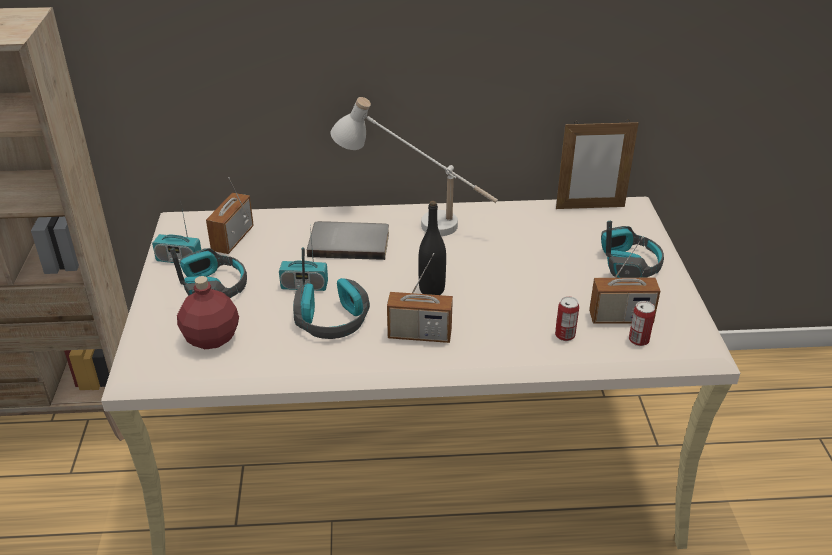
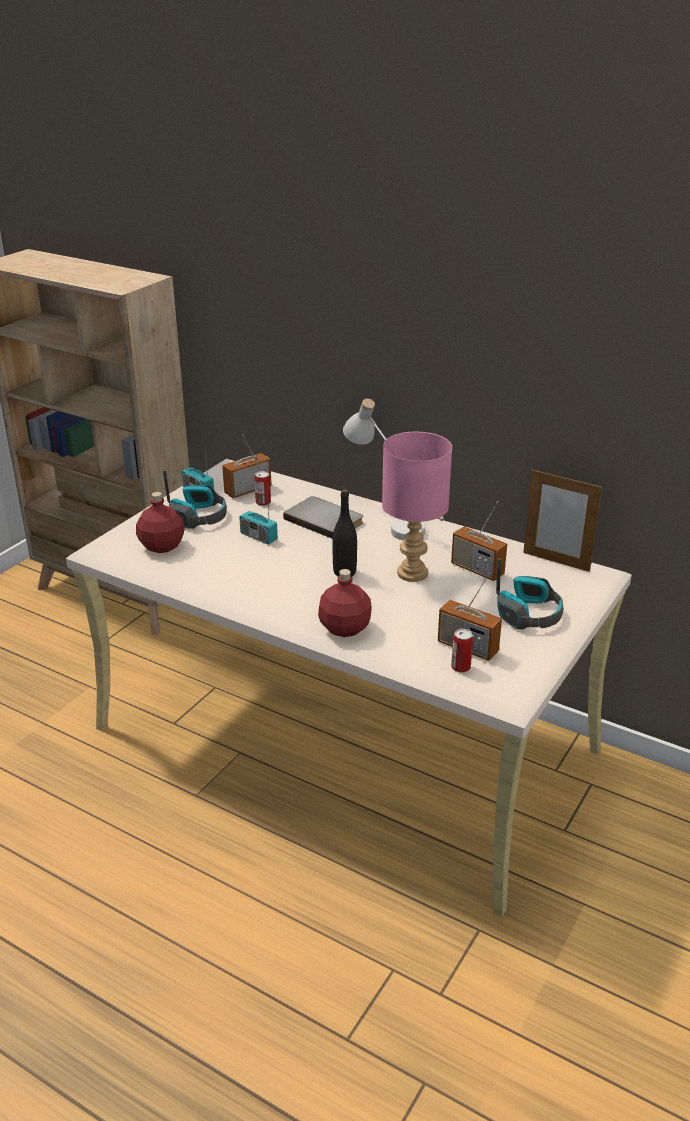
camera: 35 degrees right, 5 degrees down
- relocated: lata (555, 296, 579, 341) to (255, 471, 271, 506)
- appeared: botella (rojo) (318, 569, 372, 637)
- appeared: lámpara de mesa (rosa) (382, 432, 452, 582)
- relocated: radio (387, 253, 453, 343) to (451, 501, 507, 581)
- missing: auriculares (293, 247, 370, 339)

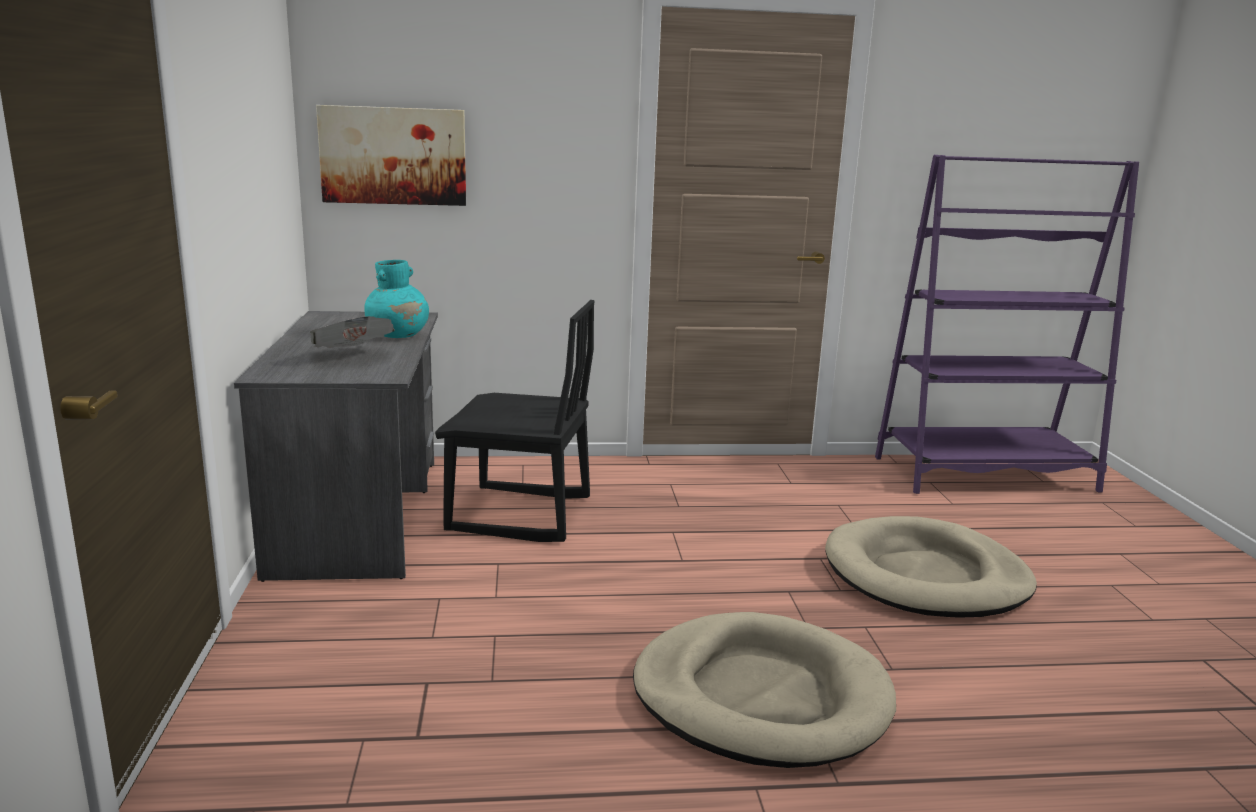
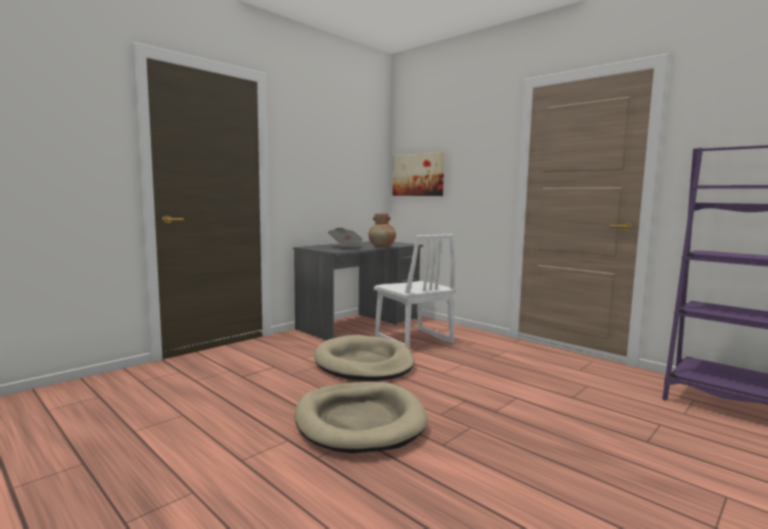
camera: 50 degrees right, 10 degrees down
- relocated: cama para perro (beis) (825, 516, 1037, 618) to (314, 335, 415, 381)
- colour: florero (turquesa) (364, 260, 429, 338) to florero (marrón) (368, 213, 396, 247)
- colour: silla (negro) (435, 300, 595, 542) to silla (blanco) (374, 234, 456, 349)

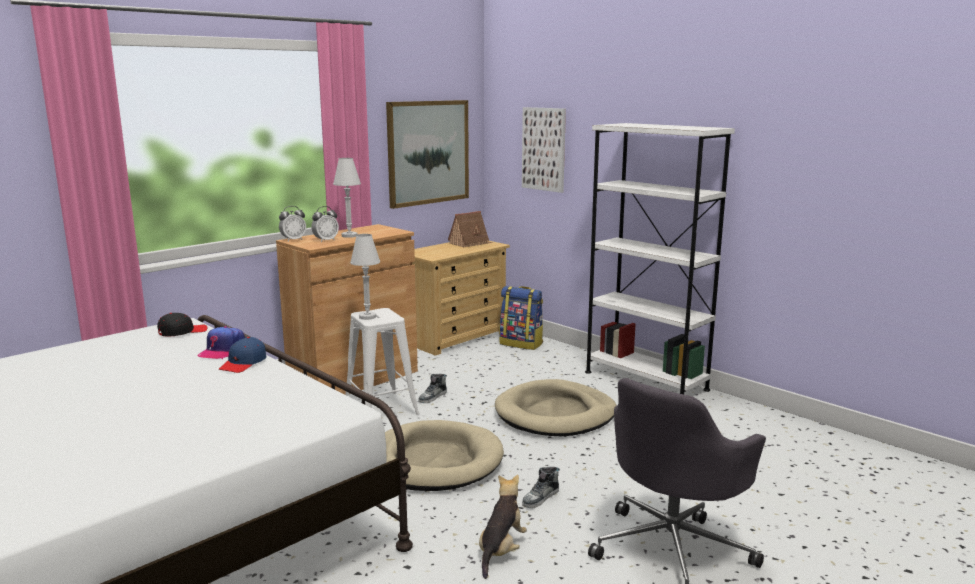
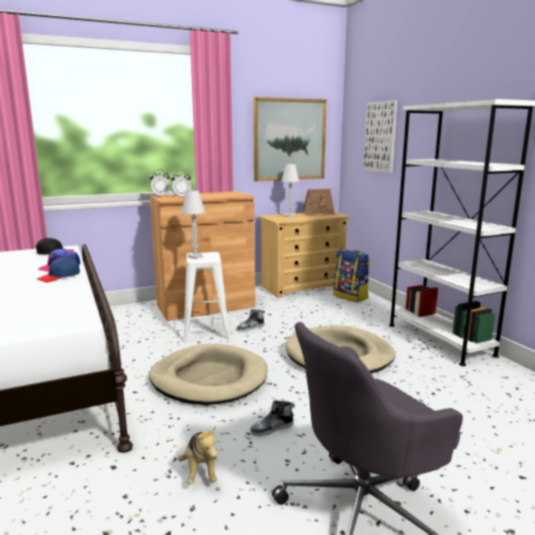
camera: 20 degrees right, 0 degrees up
- spun: peluche (479, 475, 527, 579) = (178, 427, 217, 485) 120 degrees clockwise
- relocated: lámpara de mesa (blanco) (333, 158, 361, 238) to (281, 164, 299, 217)

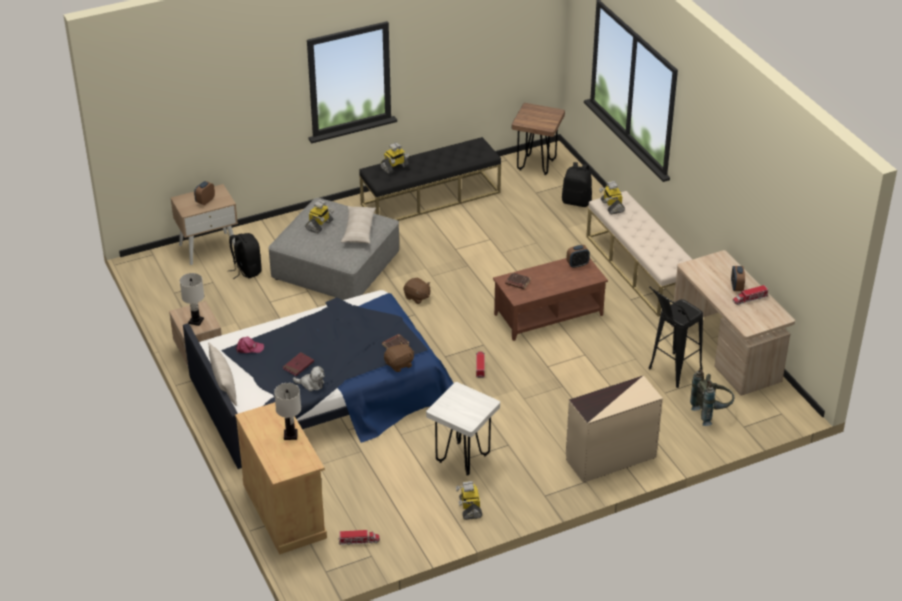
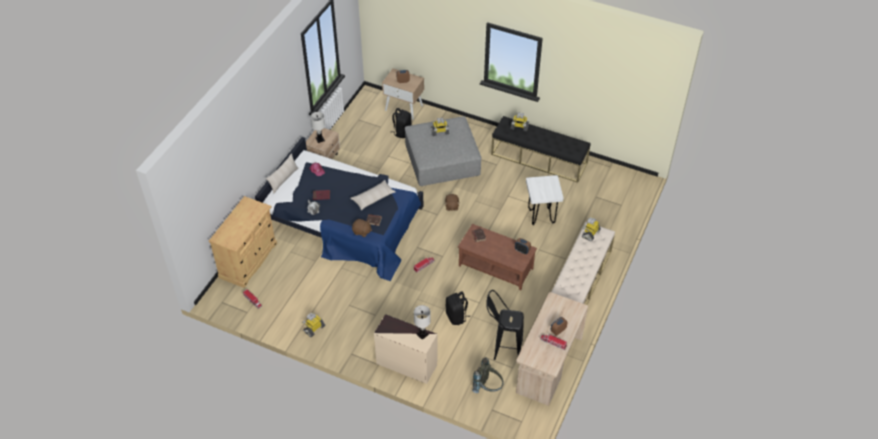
camera: 50 degrees right, 10 degrees up
- relocated: cojín (beis) (341, 206, 376, 244) to (350, 180, 396, 210)
- relocated: lámpara de mesa (blanco) (274, 383, 301, 440) to (414, 305, 431, 340)
- relocated: mochila (negro) (562, 162, 592, 207) to (445, 291, 471, 325)
- relocated: taburete (blanco) (426, 382, 500, 476) to (526, 175, 564, 225)
- missing: taburete (marrón) (512, 103, 565, 175)

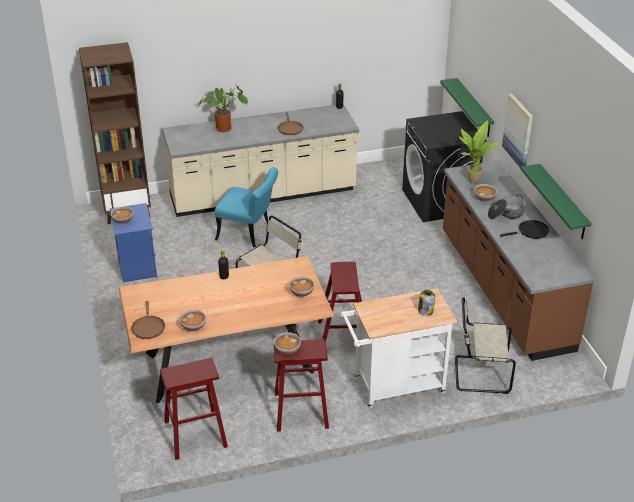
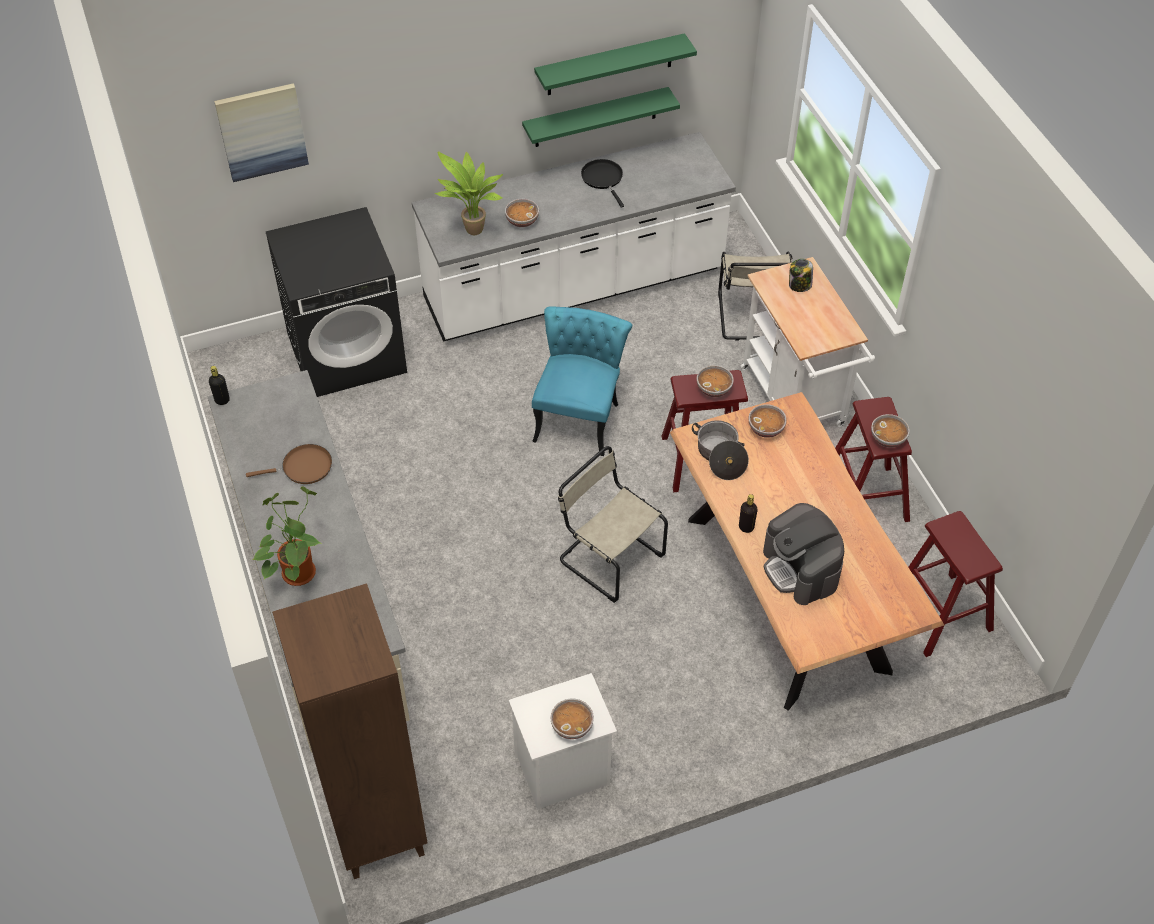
camera: 95 degrees left, 15 degrees up
- relocated: cuadro (502, 94, 533, 168) to (214, 83, 309, 182)
- colour: mueble bajo de cocina (marrón) (443, 161, 594, 361) to mueble bajo de cocina (blanco) (412, 132, 736, 342)
- colour: mesita de noche (azul) (110, 203, 157, 282) to mesita de noche (blanco) (509, 673, 617, 809)
- relocated: silla (turquesa) (215, 167, 278, 248) to (532, 306, 632, 456)
- relocated: estante (verde) (440, 78, 494, 137) to (534, 33, 697, 95)
- relocated: olla (488, 194, 525, 219) to (692, 420, 749, 480)
- relocated: cuenco (180, 310, 206, 331) to (697, 365, 734, 397)
- appeared: cafetera (763, 503, 844, 605)
- missing: sartén (marrón) (131, 301, 165, 339)

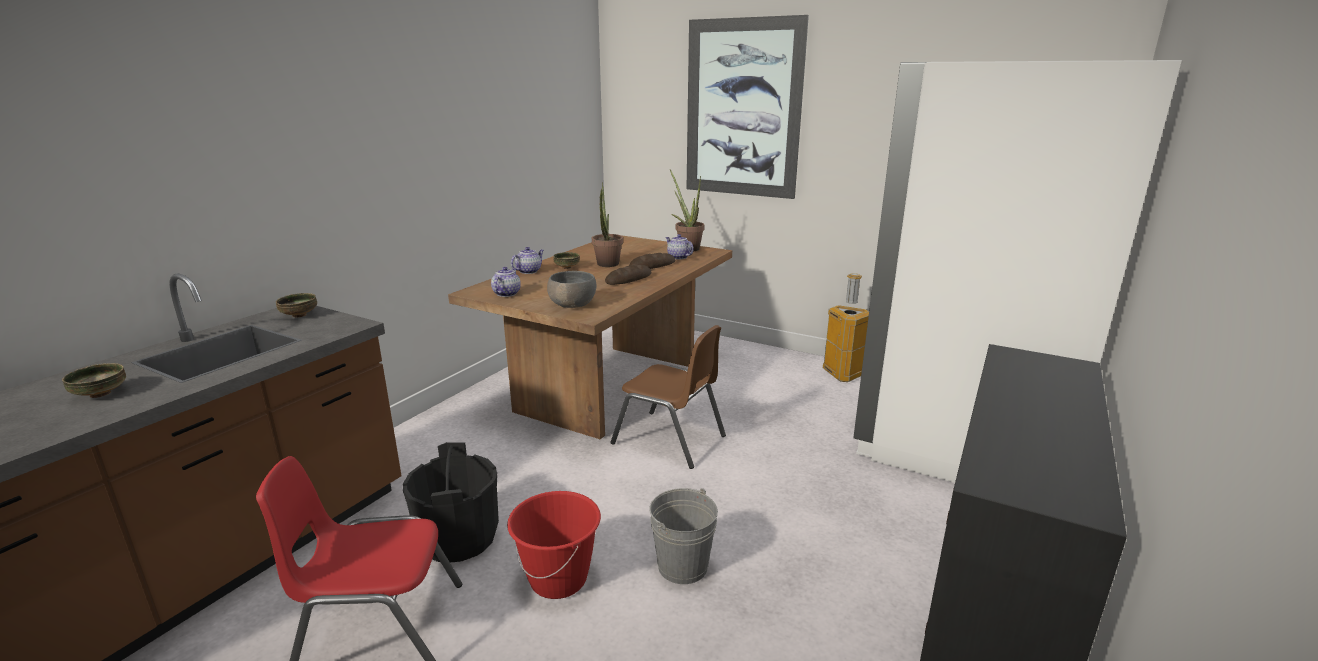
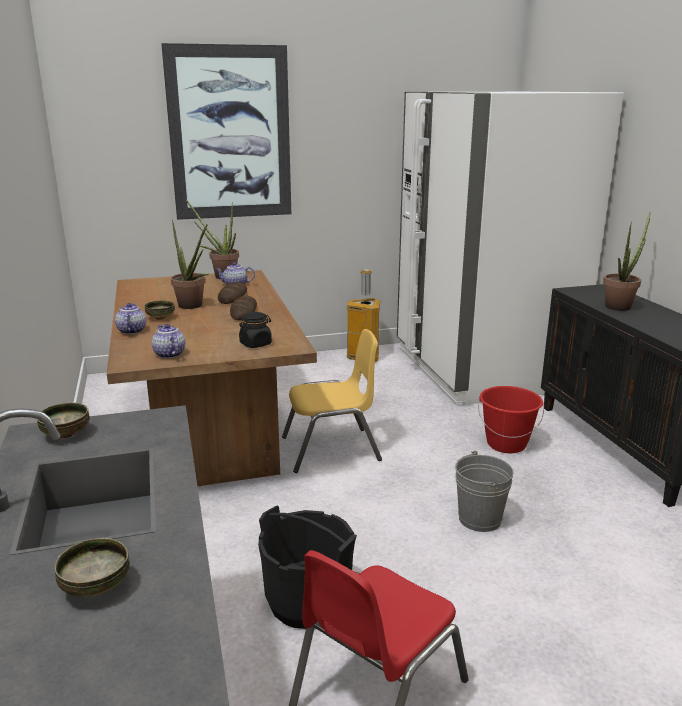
camera: 45 degrees left, 0 degrees up
- exchanged: cuenco (gris) (547, 271, 596, 308) to tarro (negro) (239, 312, 272, 348)
- colour: silla (marrón) (610, 325, 726, 469) to silla (amarillo) (282, 329, 382, 473)
- relocated: cubo (rojo) (507, 491, 601, 599) to (478, 386, 544, 453)
- appeared: planta en maceta (603, 212, 651, 311)

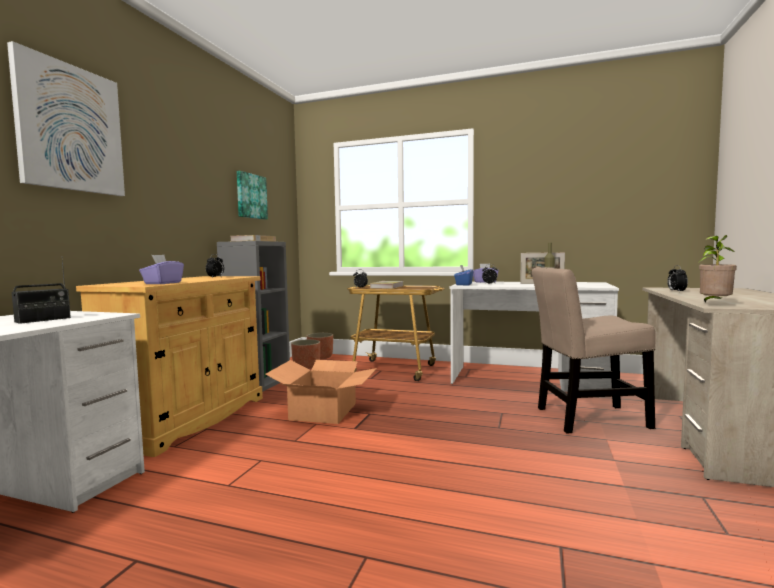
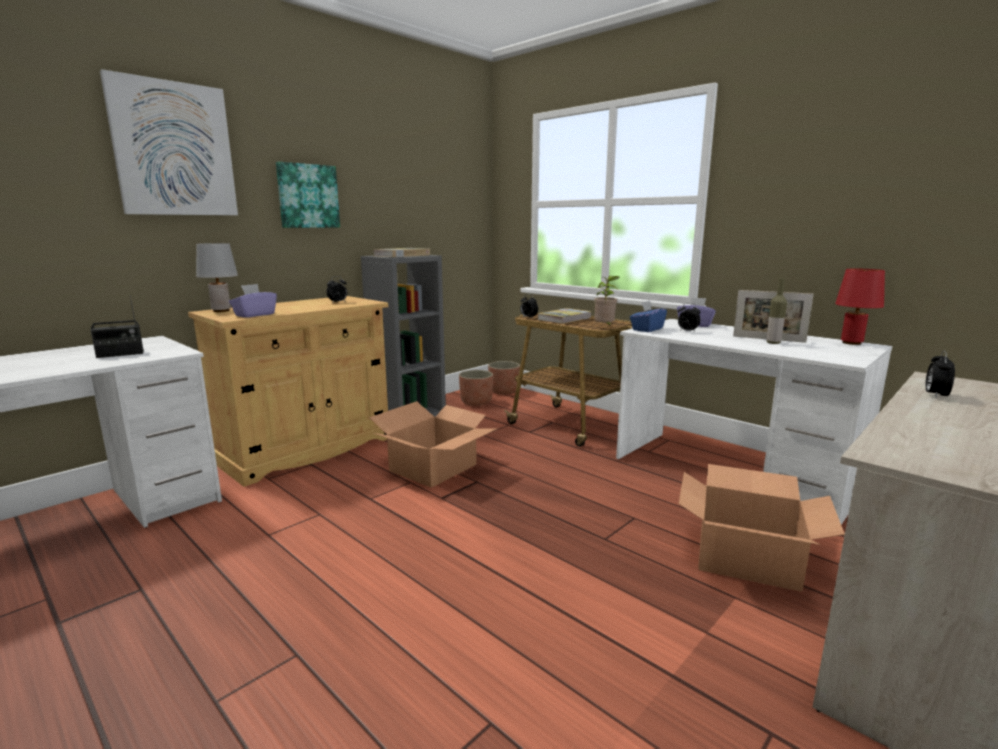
camera: 25 degrees right, 10 degrees up
- appeared: lámpara de mesa (gris) (196, 243, 238, 312)
- relocated: cuadro (237, 171, 268, 219) to (276, 162, 340, 228)
- relocated: planta en maceta (698, 235, 737, 302) to (594, 276, 619, 325)
- exchanged: silla (beis) (532, 267, 656, 434) to caja de cartón (679, 464, 845, 592)
- appeared: lámpara de mesa (rojo) (835, 269, 885, 345)

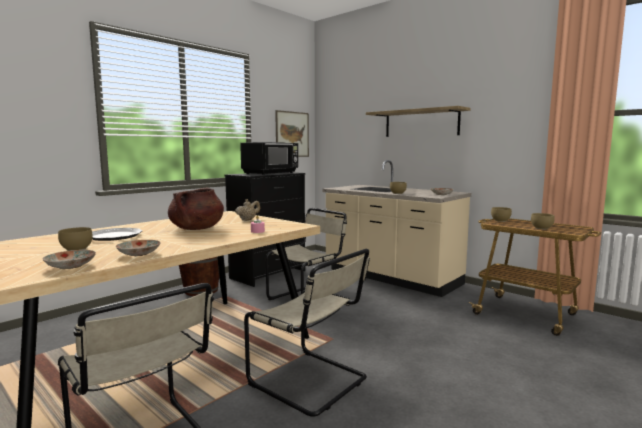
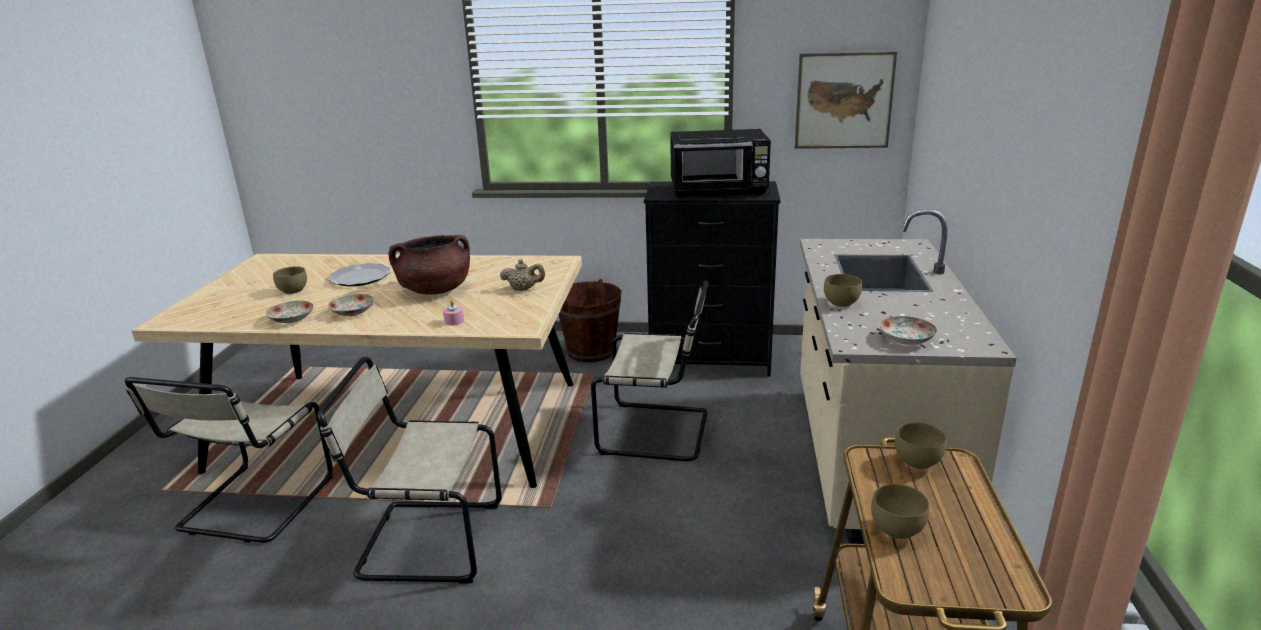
camera: 55 degrees right, 15 degrees up
- spun: silla (beis) (244, 249, 370, 417) = (318, 357, 502, 584) 90 degrees clockwise
- relocated: plato (42, 250, 96, 269) to (328, 294, 374, 316)
- missing: estante (366, 106, 471, 137)

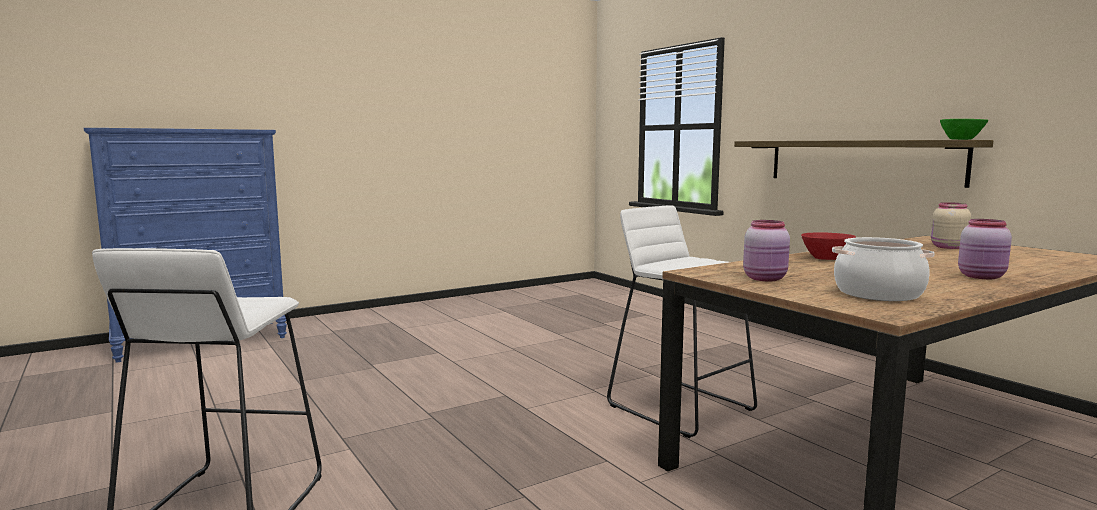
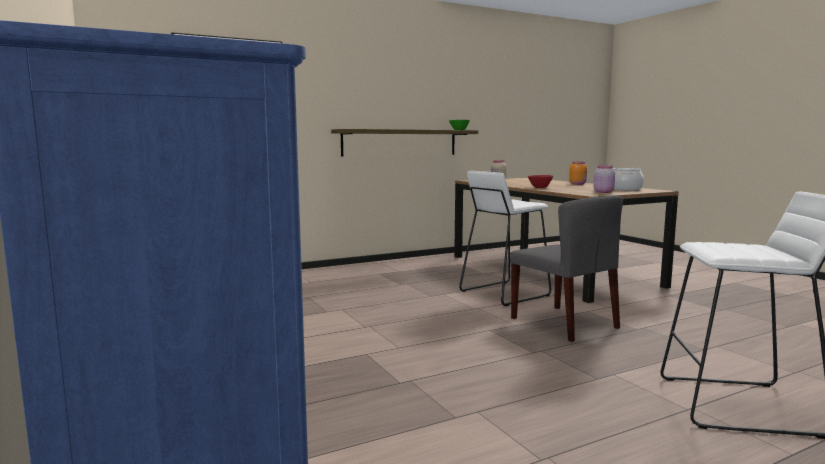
camera: 85 degrees left, 0 degrees up
- appeared: silla (gris) (510, 195, 623, 342)
- colour: tarro (rosa) (958, 219, 1012, 279) to tarro (naranja) (569, 161, 587, 185)

